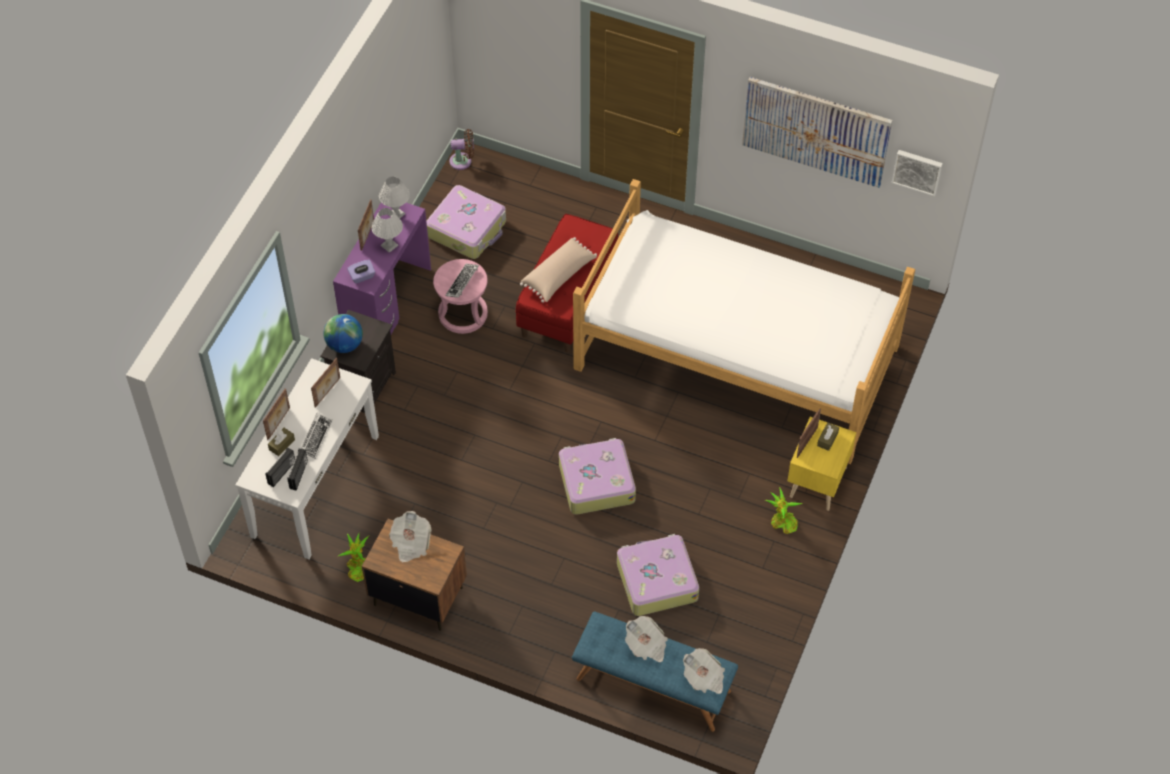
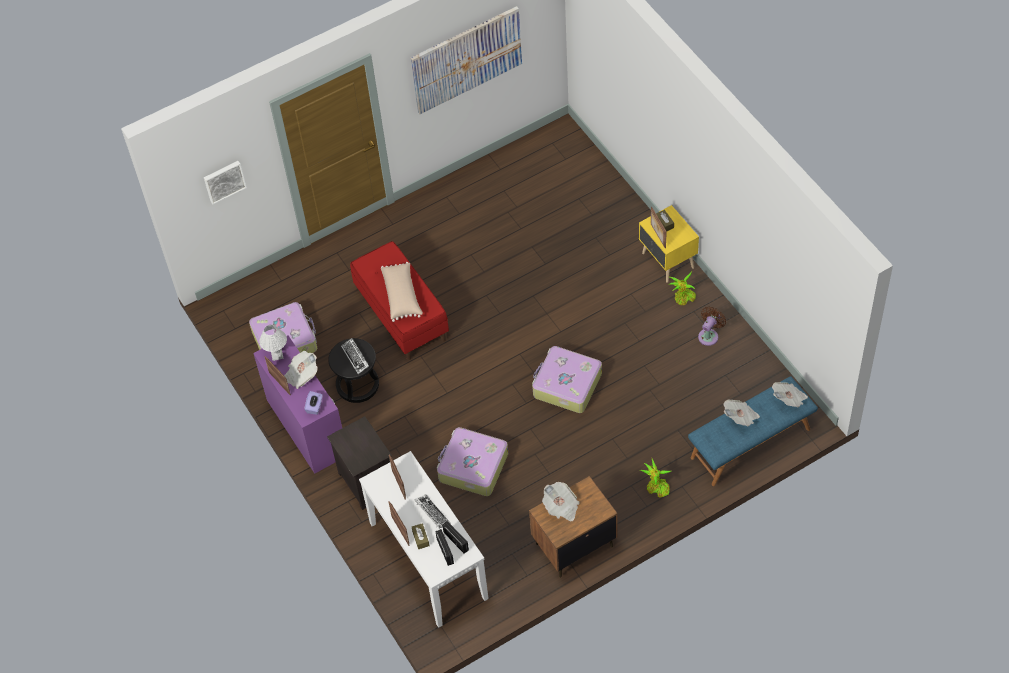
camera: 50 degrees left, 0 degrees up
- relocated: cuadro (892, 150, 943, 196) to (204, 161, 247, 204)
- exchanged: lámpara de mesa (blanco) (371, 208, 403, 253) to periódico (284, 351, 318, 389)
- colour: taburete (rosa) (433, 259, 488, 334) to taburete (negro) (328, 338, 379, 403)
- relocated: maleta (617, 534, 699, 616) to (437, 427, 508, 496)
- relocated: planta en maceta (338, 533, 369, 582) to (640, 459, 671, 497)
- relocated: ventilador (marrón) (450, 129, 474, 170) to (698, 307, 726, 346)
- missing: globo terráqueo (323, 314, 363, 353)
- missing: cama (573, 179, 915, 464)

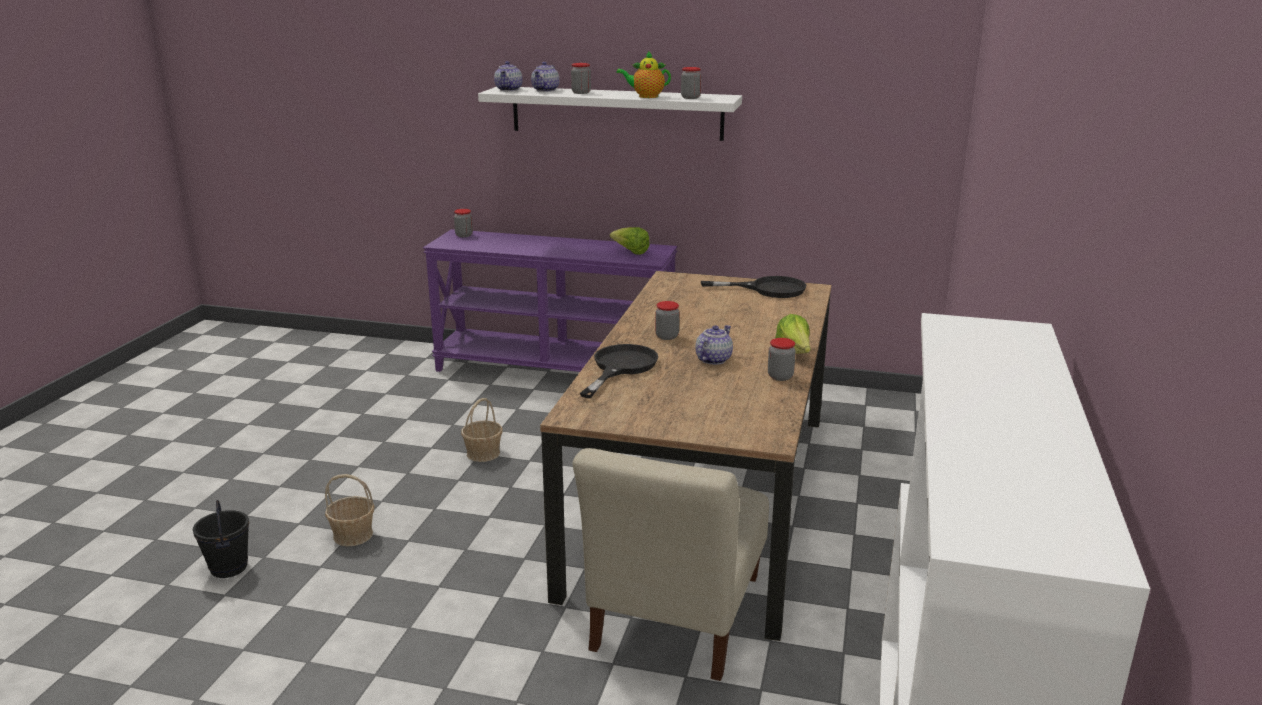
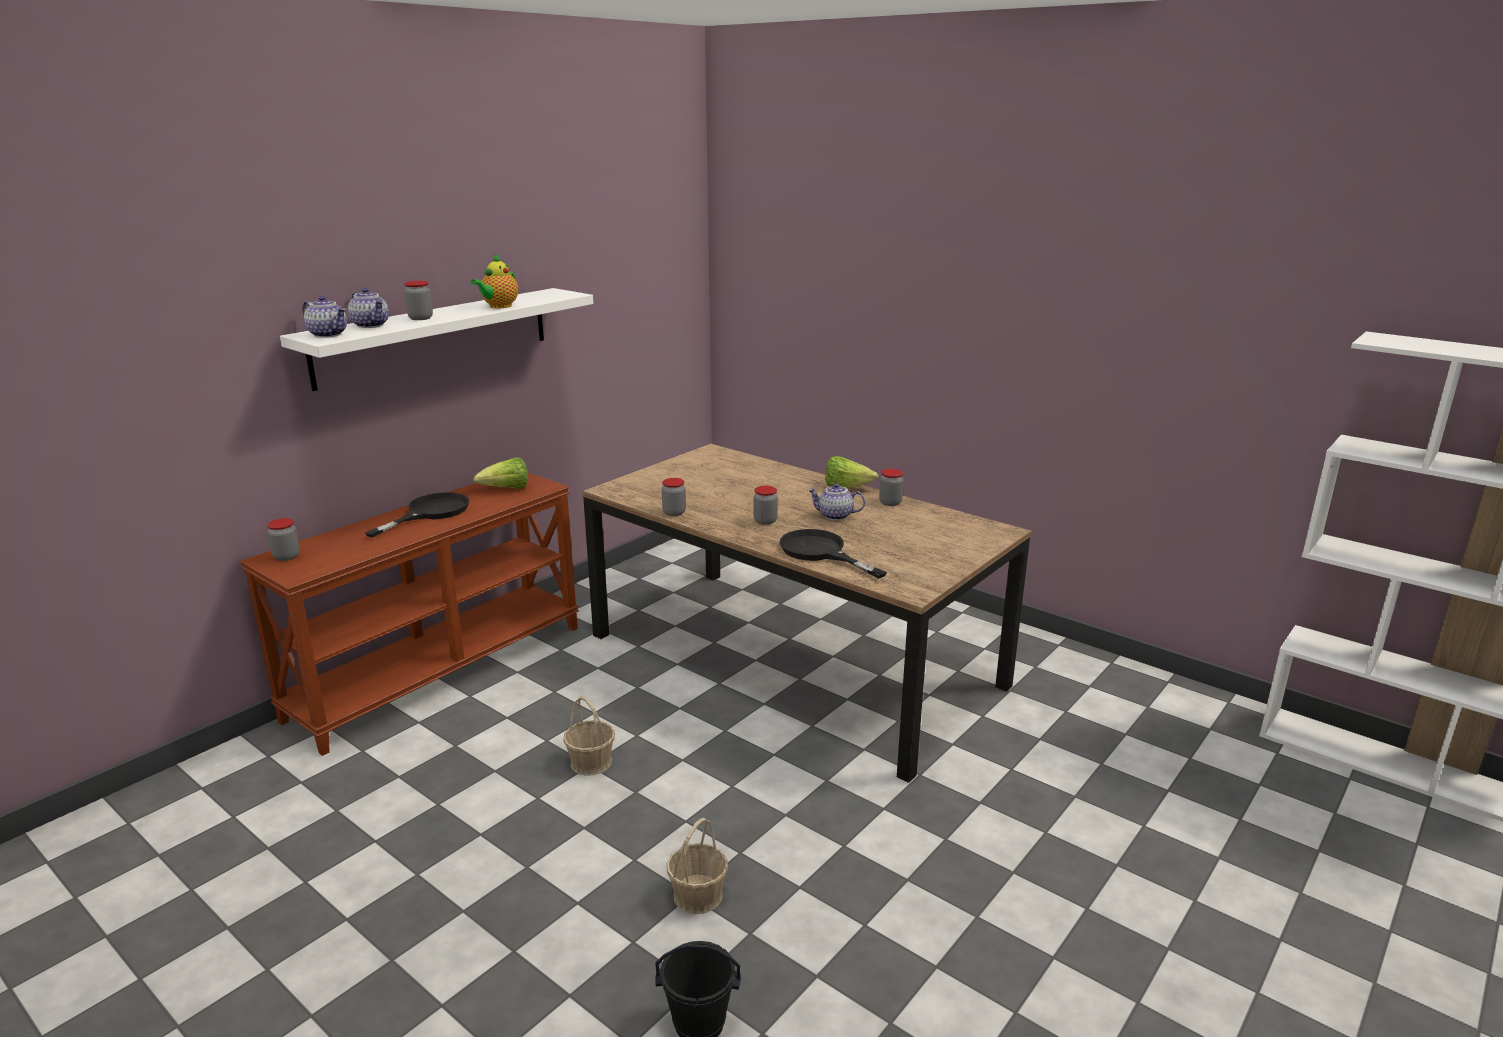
camera: 65 degrees left, 0 degrees up
- colour: mesa consola (morado) (423, 229, 677, 372) to mesa consola (marrón) (240, 472, 579, 756)
- relocated: sartén (negro) (701, 276, 807, 298) to (365, 492, 469, 537)
- relocated: tarro (681, 67, 701, 99) to (662, 478, 686, 516)
- spun: tetera (696, 325, 733, 365) = (808, 483, 865, 520) 45 degrees counterclockwise
- missing: silla (beis) (572, 448, 769, 681)

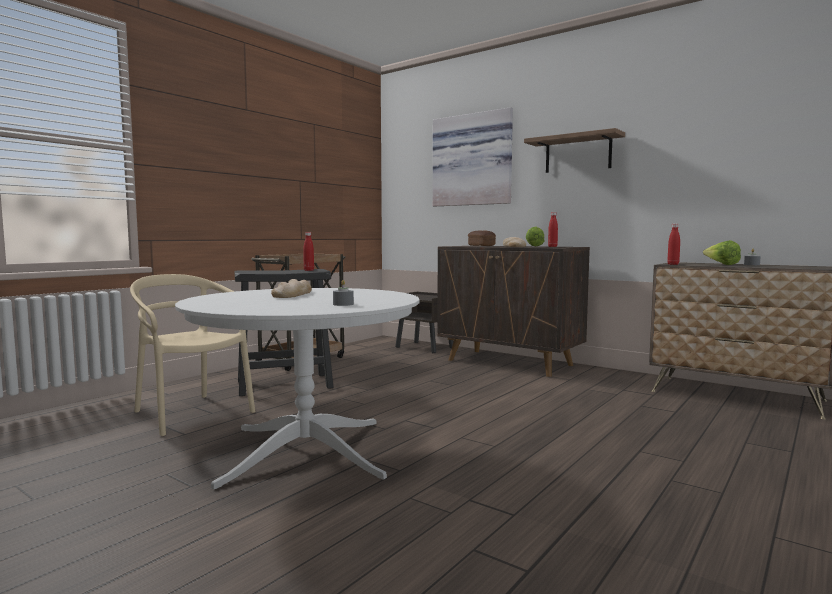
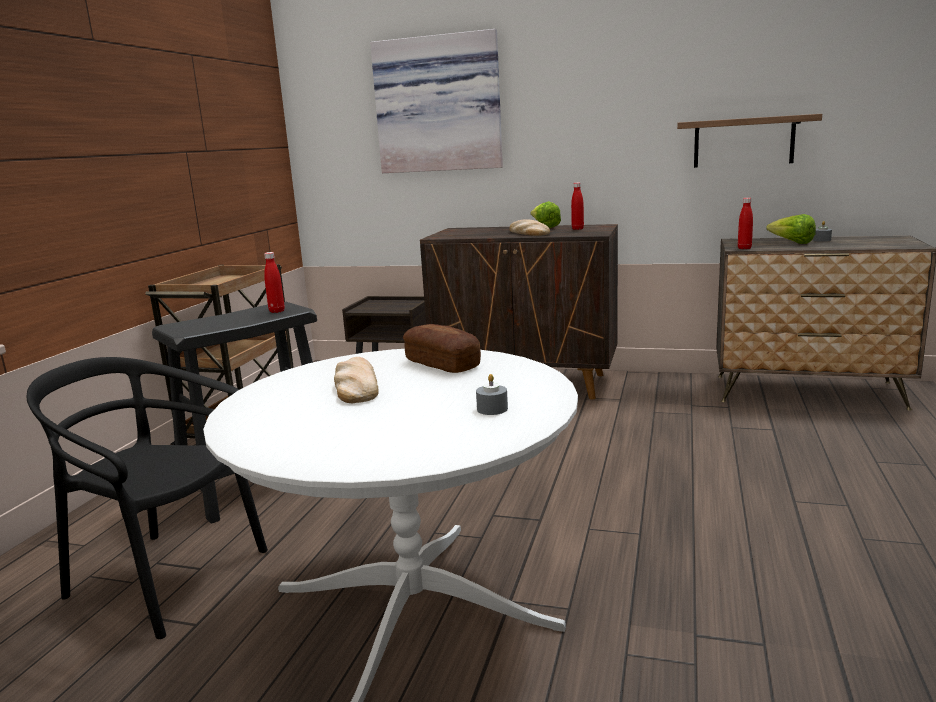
camera: 20 degrees left, 10 degrees up
- colour: silla (beis) (130, 274, 256, 436) to silla (negro) (27, 357, 268, 639)
- relocated: pan (468, 231, 496, 246) to (403, 324, 481, 373)
- relocated: estante (524, 128, 625, 173) to (677, 114, 822, 168)

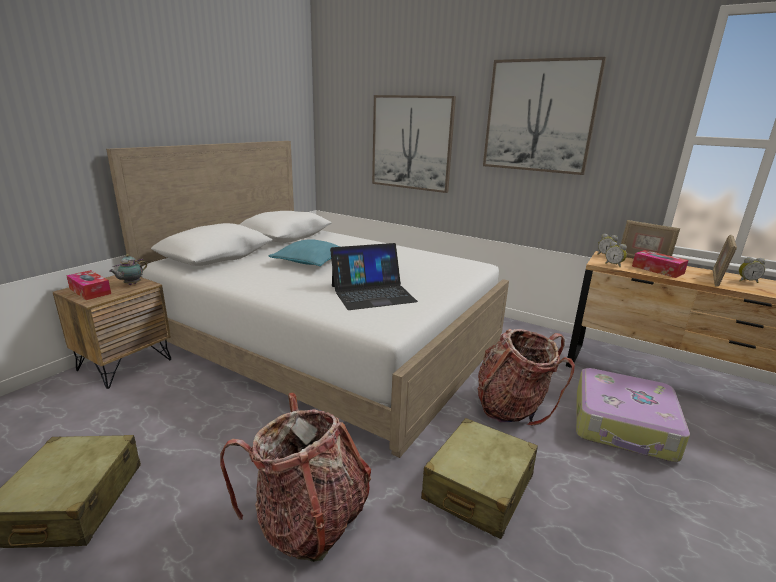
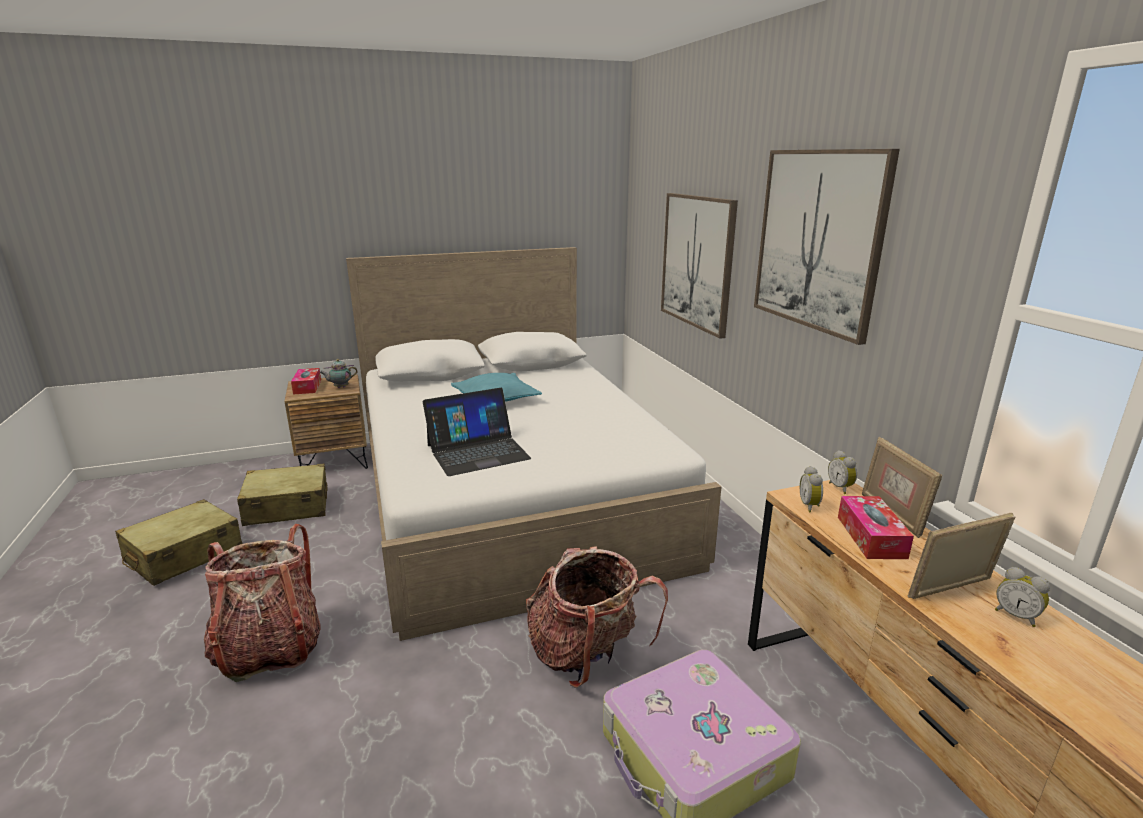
camera: 40 degrees right, 0 degrees up
- relocated: maleta (beis) (421, 418, 538, 539) to (237, 464, 328, 526)
- spun: portátil (330, 243, 418, 310) = (423, 388, 531, 476) 45 degrees counterclockwise

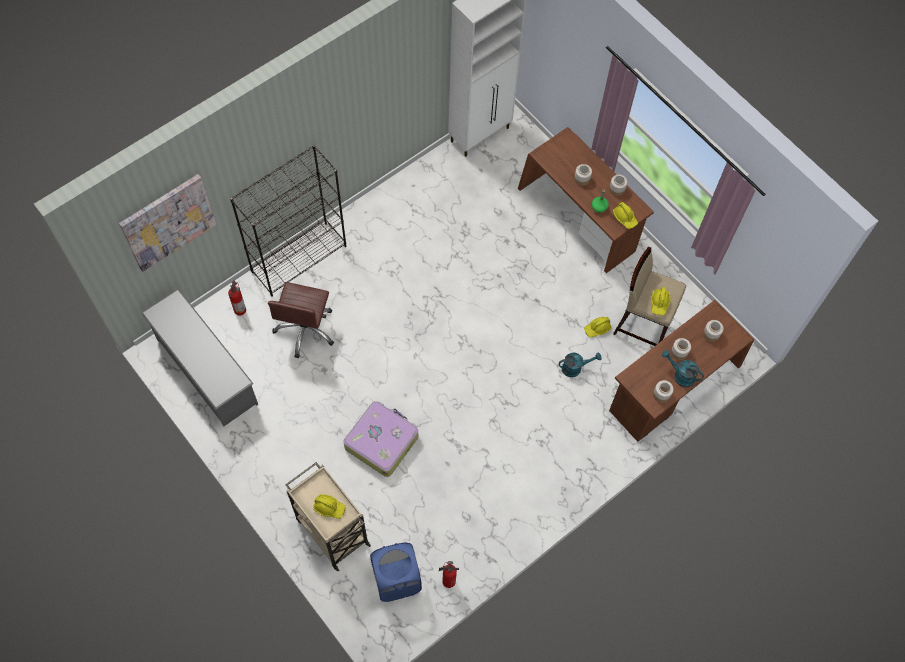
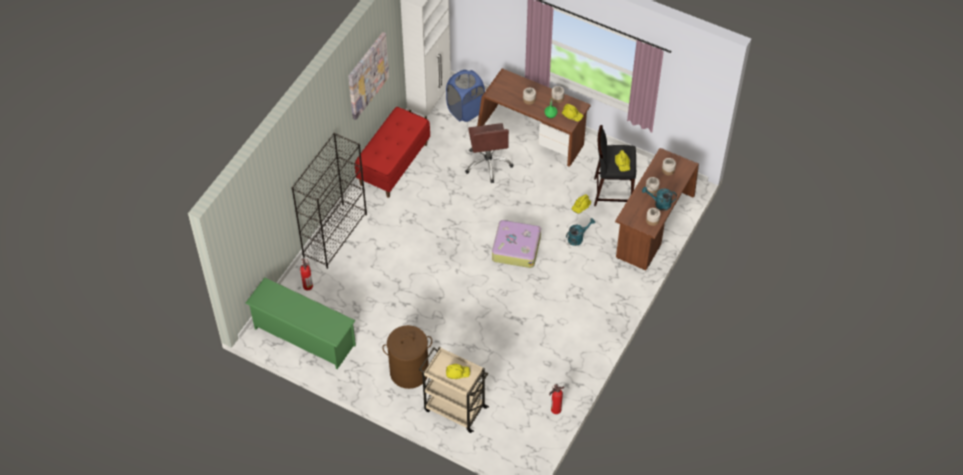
camera: 20 degrees left, 10 degrees down
- colour: zapatero (gris) (141, 289, 258, 426) to zapatero (verde) (245, 277, 356, 369)
- relocated: cuadro (119, 174, 216, 272) to (348, 32, 389, 120)
- appeared: banco (rojo) (355, 107, 430, 198)
- appeared: cesto de la ropa (marrón) (382, 325, 432, 389)
- relocated: cesto de la ropa (azul) (370, 543, 422, 602) to (446, 70, 485, 122)
- relocated: silla de oficina (marrón) (268, 282, 334, 358) to (465, 123, 514, 183)
- relocated: maleta (344, 401, 418, 477) to (492, 220, 541, 268)
- colour: taburete (beis) (613, 247, 686, 346) to taburete (negro) (594, 125, 636, 206)

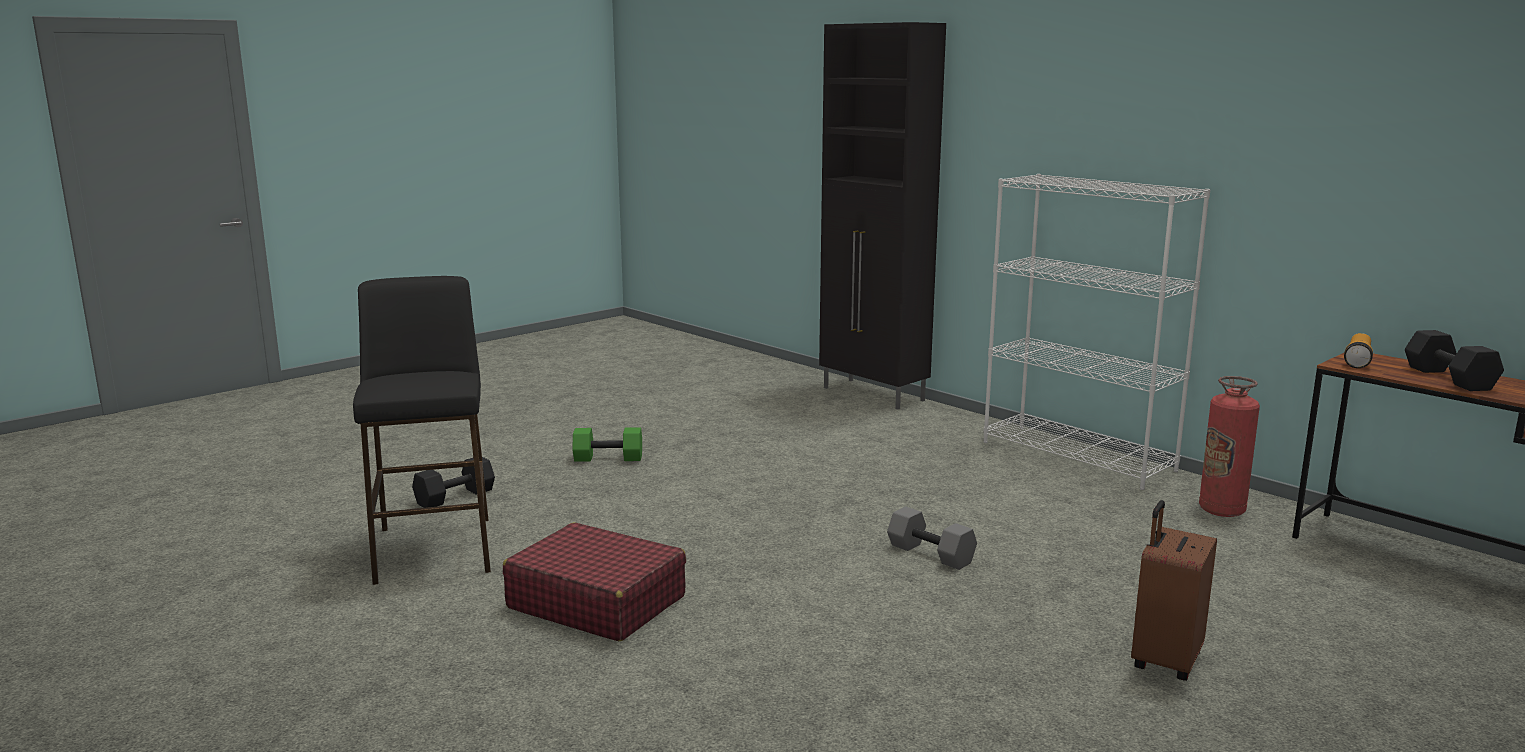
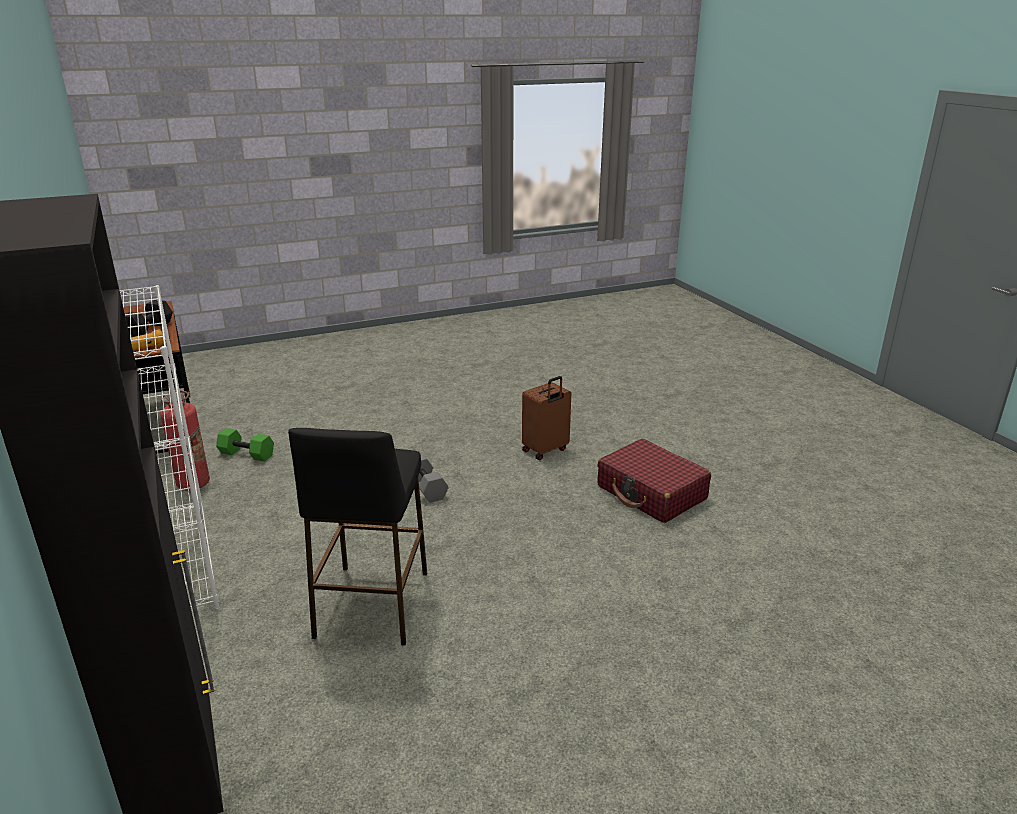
camera: 160 degrees left, 10 degrees up
- relocated: mancuerna (verde) (572, 427, 642, 462) to (216, 428, 274, 462)
- relocated: taburete (negro) (353, 276, 491, 585) to (288, 428, 427, 646)
- relocated: maleta (marrón) (1131, 500, 1217, 681) to (522, 376, 571, 460)
- missing: mancuerna (negro) (412, 457, 495, 508)

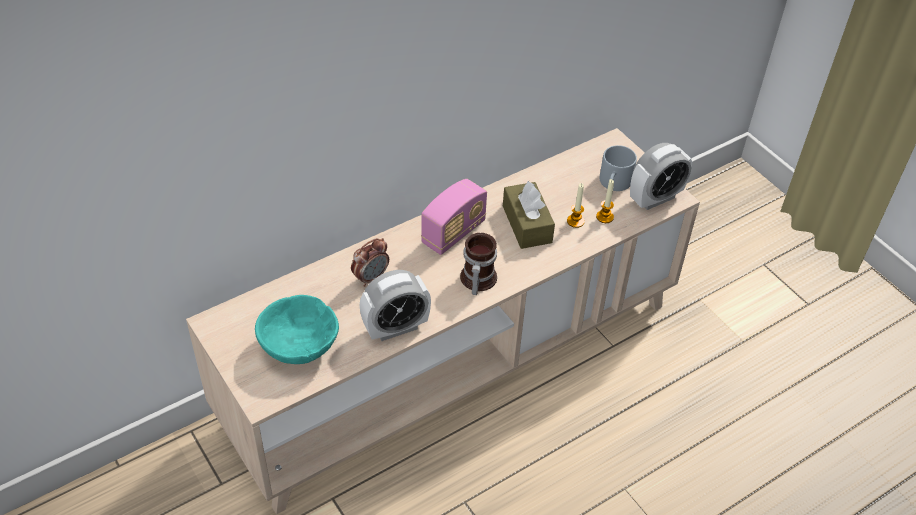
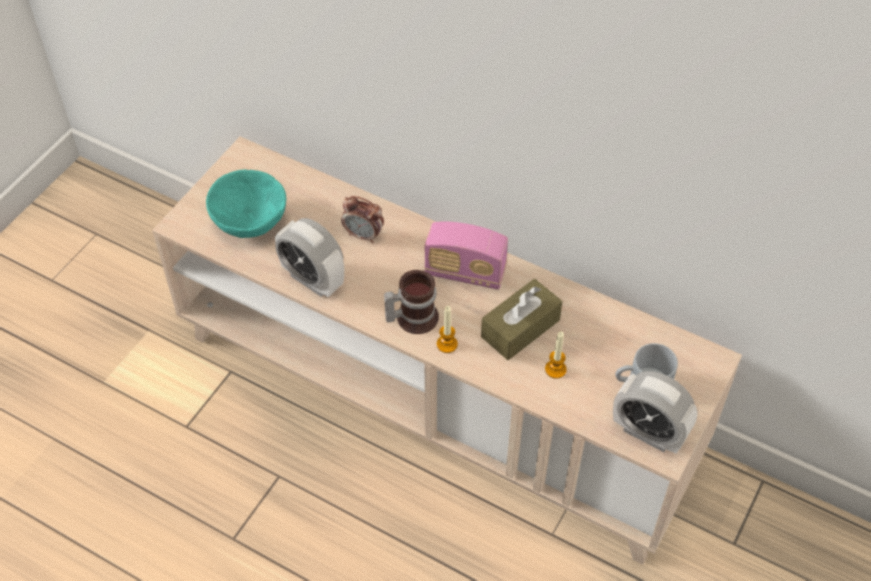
camera: 65 degrees right, 5 degrees up
- relocated: vela (596, 179, 614, 223) to (437, 306, 458, 353)

